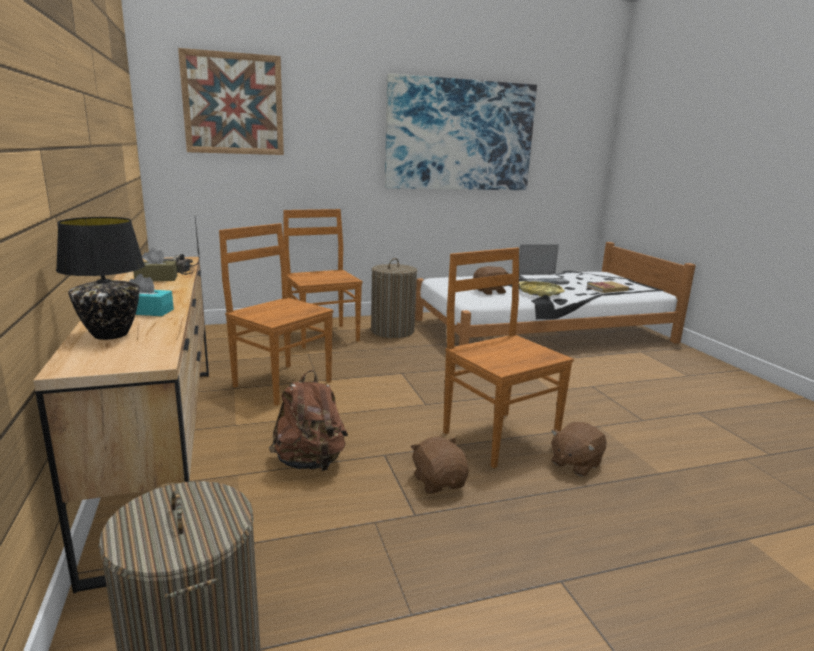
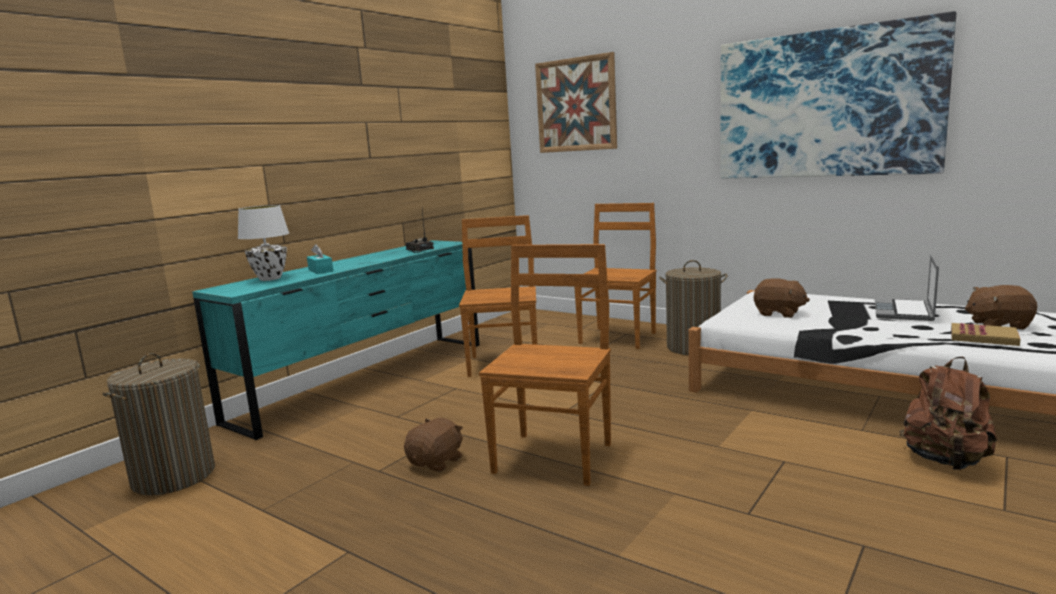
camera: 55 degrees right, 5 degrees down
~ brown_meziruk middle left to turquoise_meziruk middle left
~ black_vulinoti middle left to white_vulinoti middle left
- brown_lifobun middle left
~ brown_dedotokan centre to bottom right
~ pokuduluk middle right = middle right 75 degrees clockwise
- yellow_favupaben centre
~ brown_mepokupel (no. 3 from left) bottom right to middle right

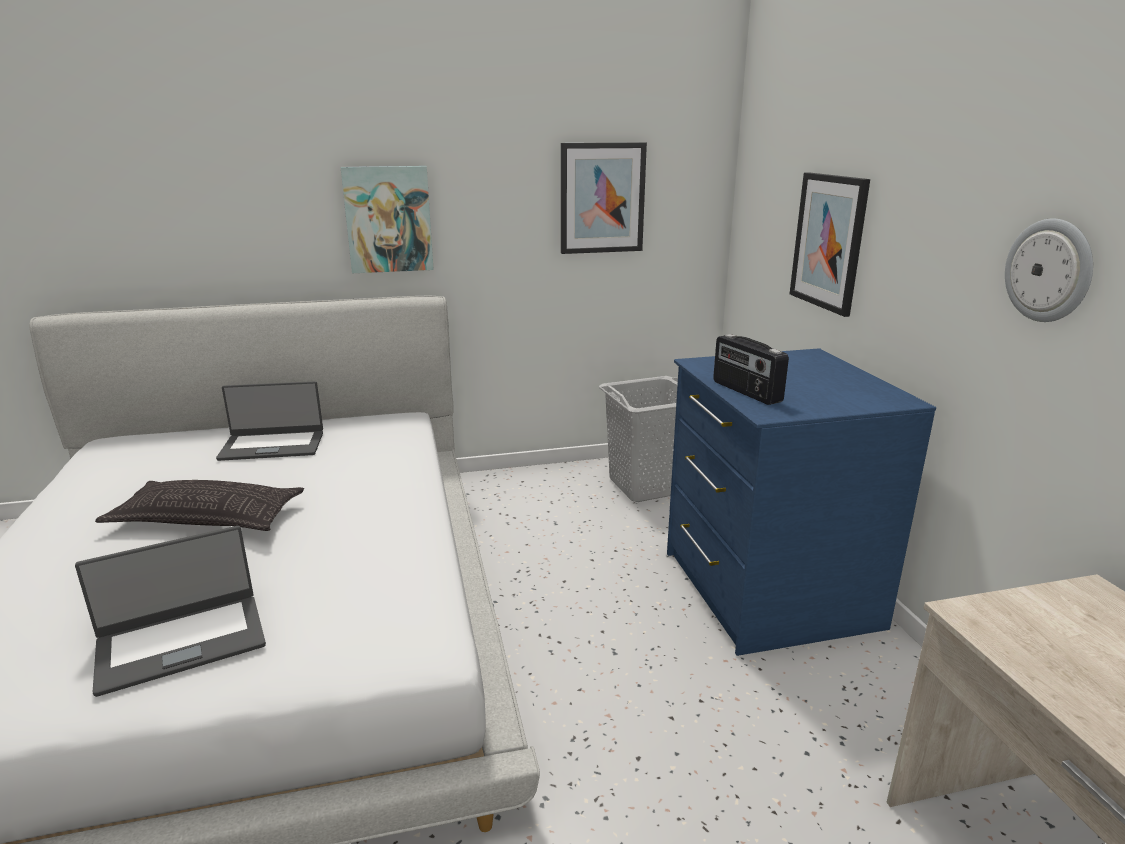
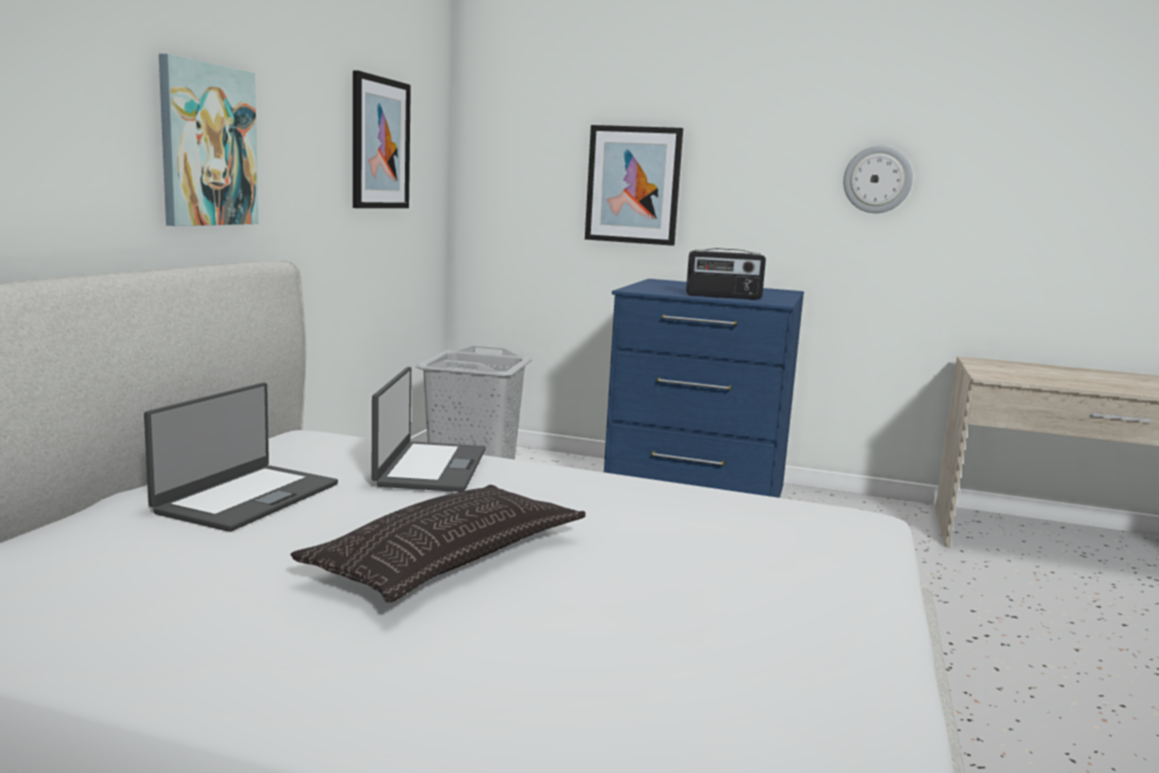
camera: 60 degrees left, 10 degrees down
~ pokuduluk (no. 1 from left in the first image) bottom left to pokuduluk (no. 2 from left) centre

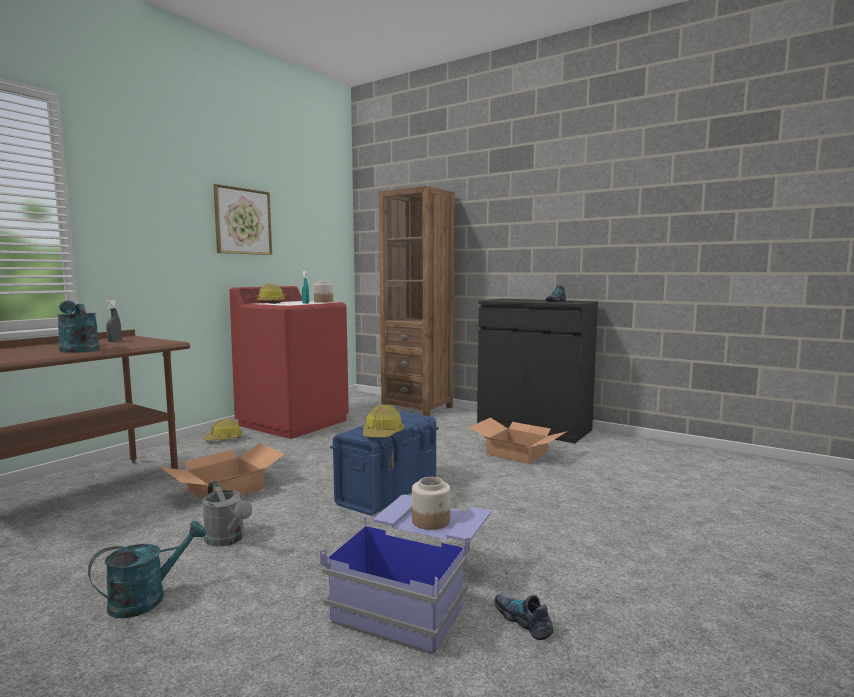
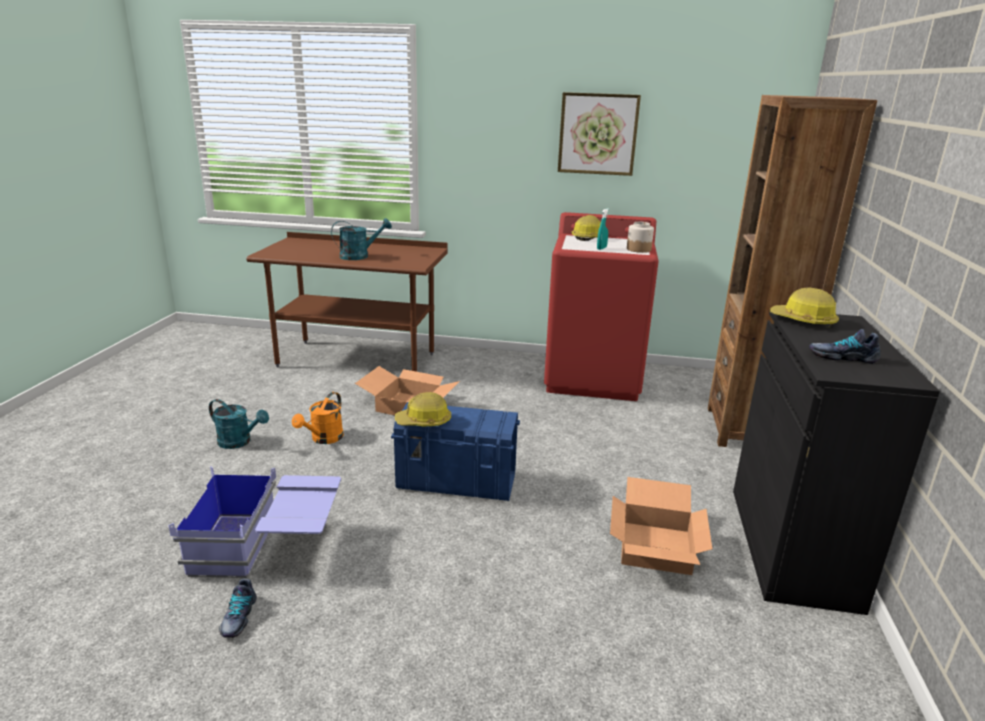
camera: 65 degrees right, 15 degrees up
~ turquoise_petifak (no. 1 from left in the first image) middle left = top centre 45 degrees clockwise
- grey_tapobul middle left
~ grey_petifak bottom left to orange_petifak middle left
~ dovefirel (no. 1 from left in the first image) middle left to dovefirel (no. 3 from left) middle right
- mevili (no. 2 from left) bottom centre
~ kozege (no. 1 from left) bottom centre = bottom left 150 degrees clockwise

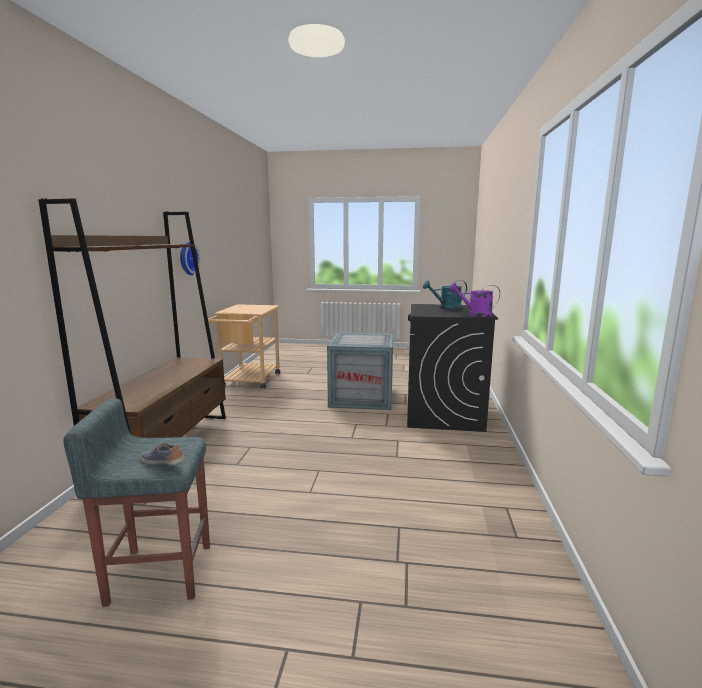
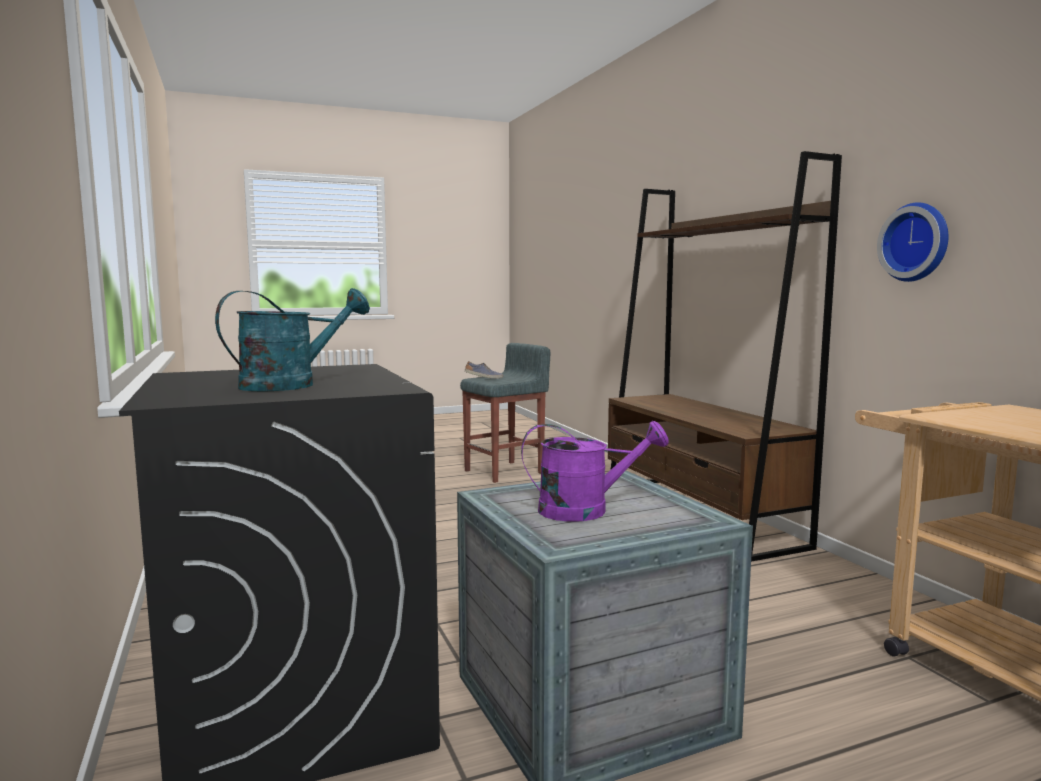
camera: 150 degrees right, 5 degrees down
~ purple_petifak middle right to centre

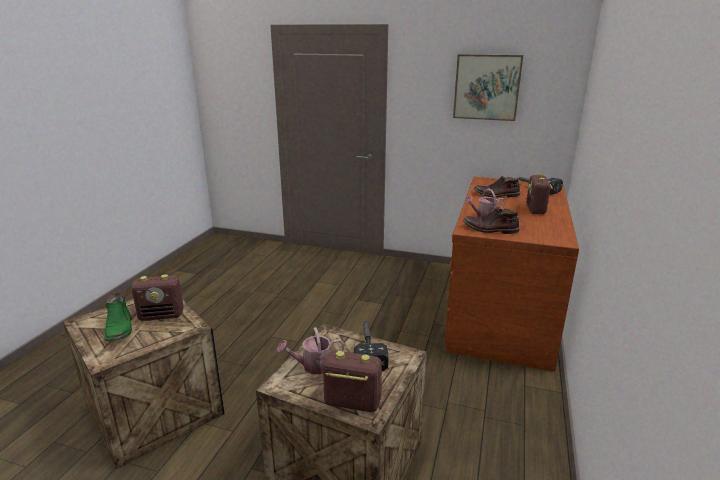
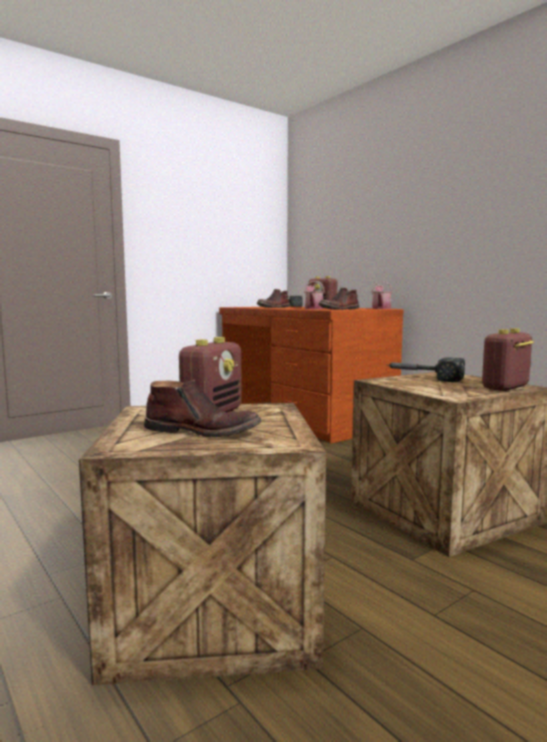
camera: 55 degrees left, 15 degrees down
~ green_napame middle left to brown_napame (no. 1 from left) centre
~ petifak (no. 1 from left in the first image) bottom centre to petifak (no. 2 from left) middle right
- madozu top right

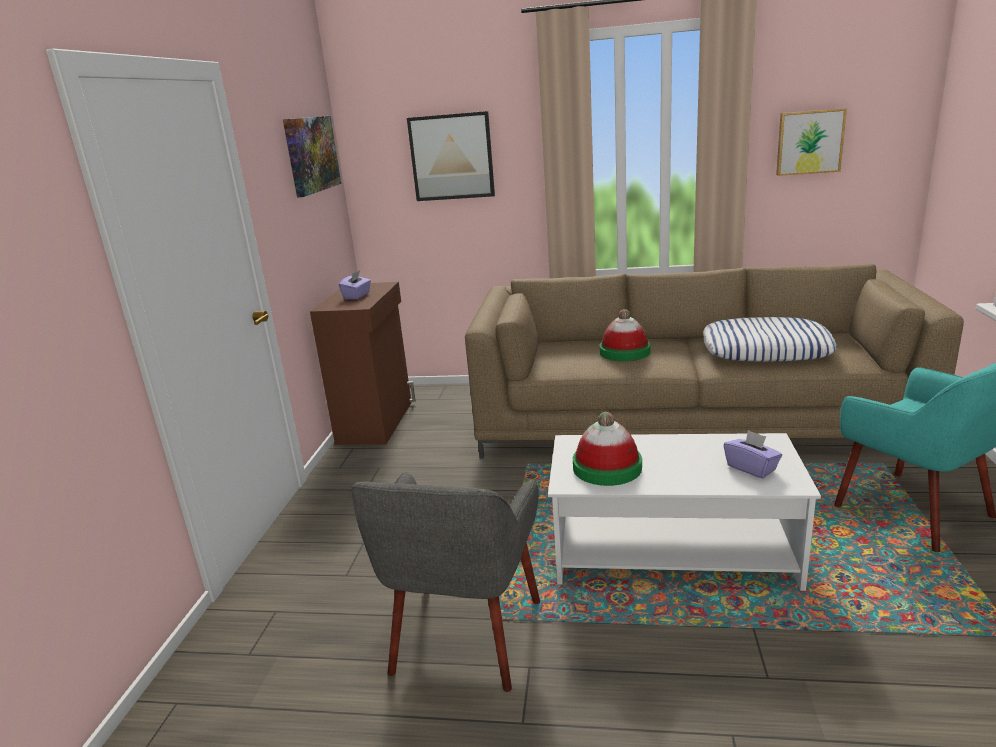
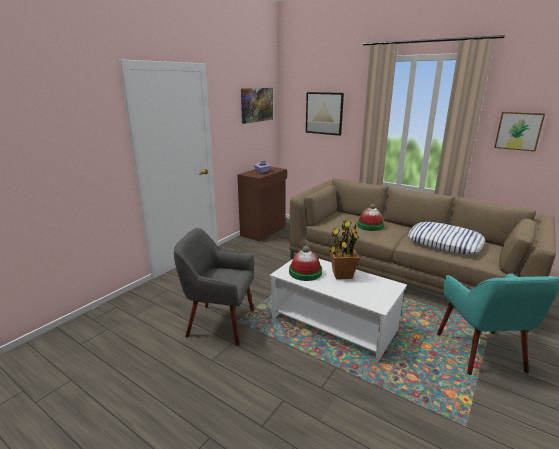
camera: 25 degrees right, 0 degrees up
~ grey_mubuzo bottom centre = centre 60 degrees clockwise
- purple_lifobun (no. 2 from left) middle right
+ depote centre

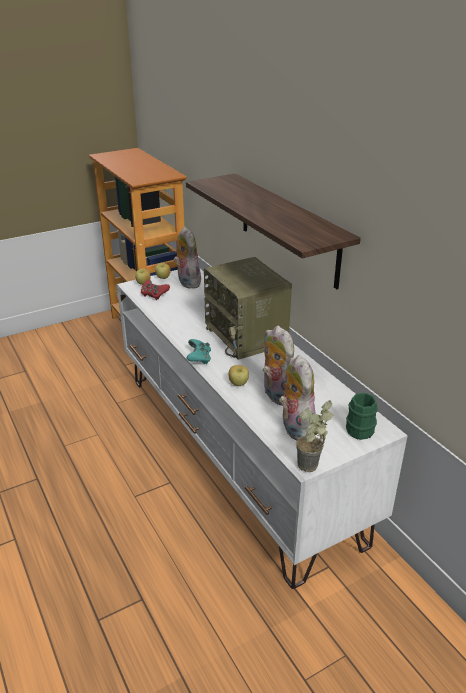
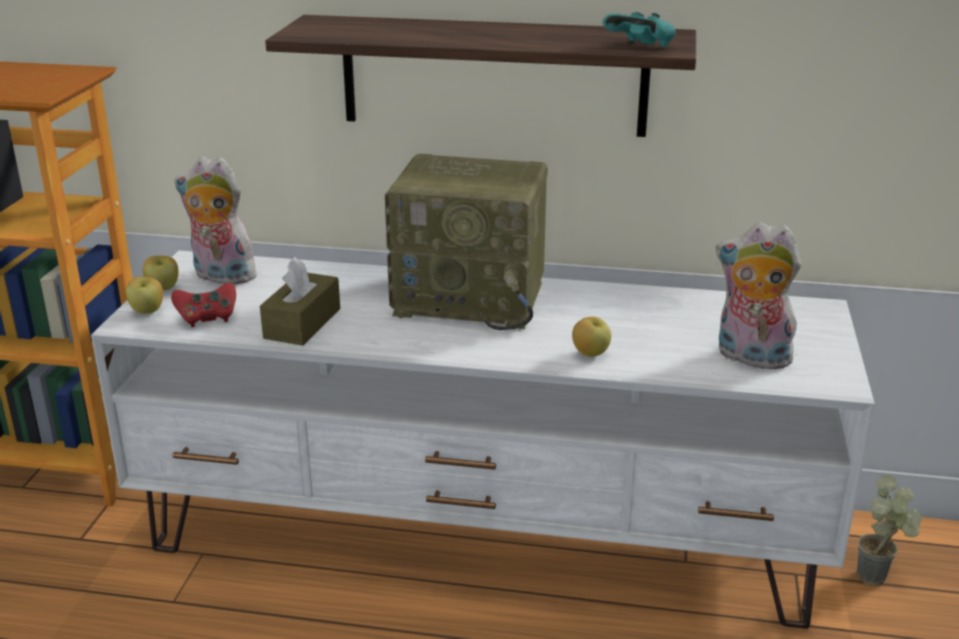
camera: 50 degrees left, 5 degrees down
~ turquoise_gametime centre to top centre
- mepokupel (no. 2 from left) centre
~ depote middle right to bottom right
- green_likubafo middle right
+ brown_lifobun middle left

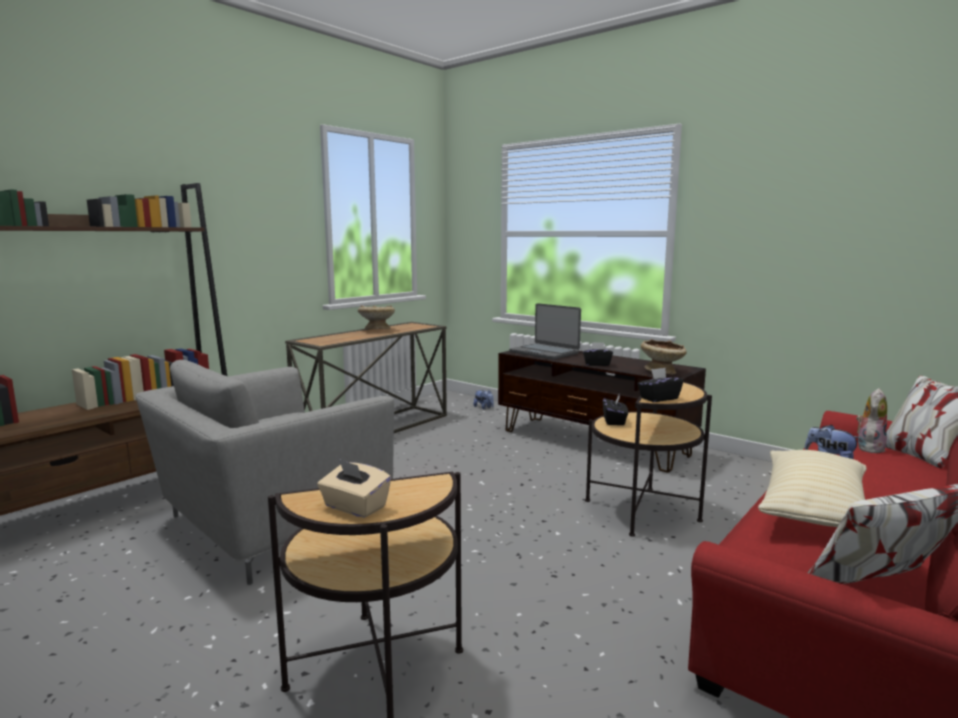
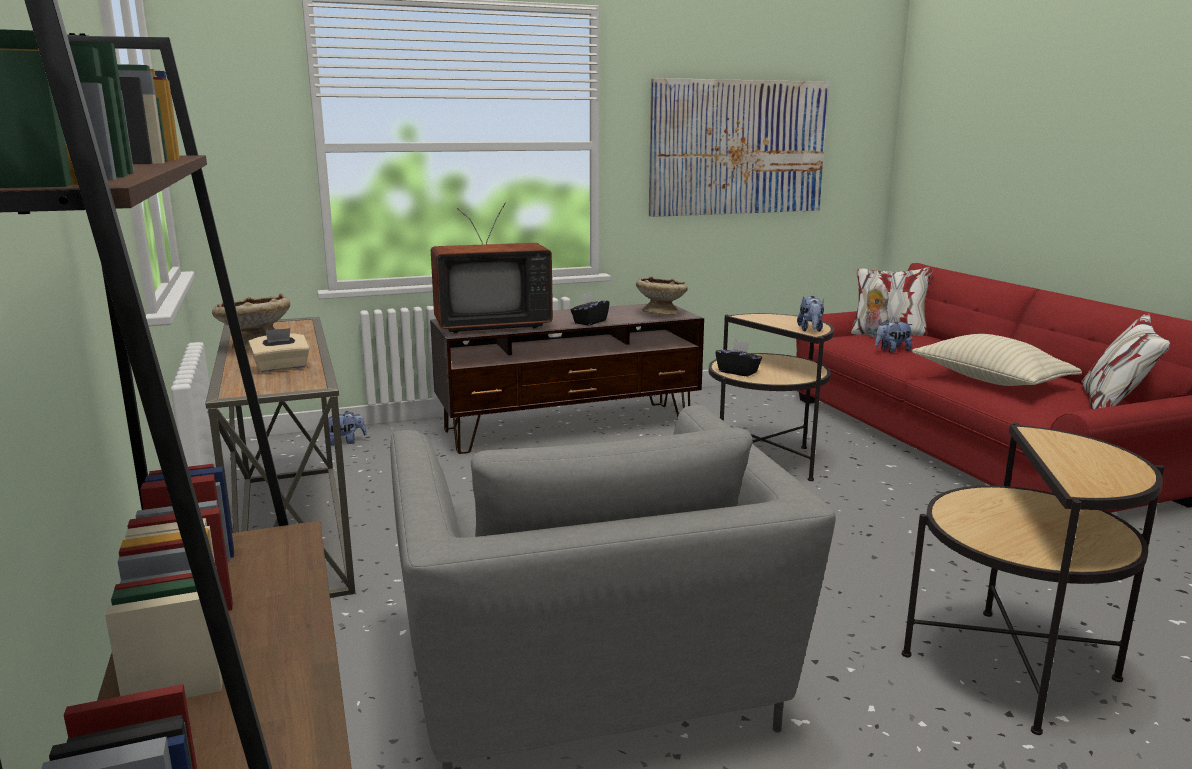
camera: 60 degrees left, 5 degrees up
~ beige_lifobun bottom centre to middle left
~ pokuduluk centre to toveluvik centre
~ black_lifobun (no. 3 from left) middle right to mepokupel (no. 2 from left) middle right
+ madozu top centre

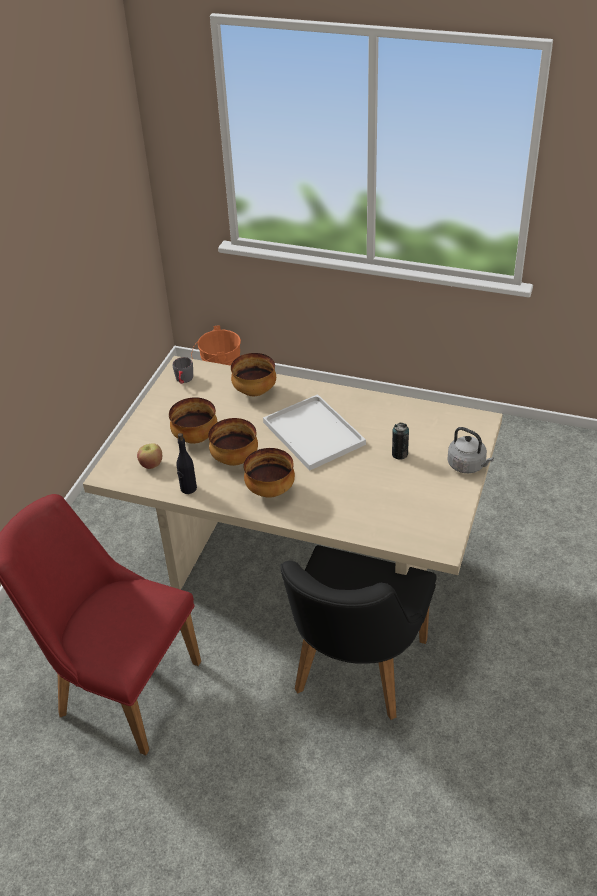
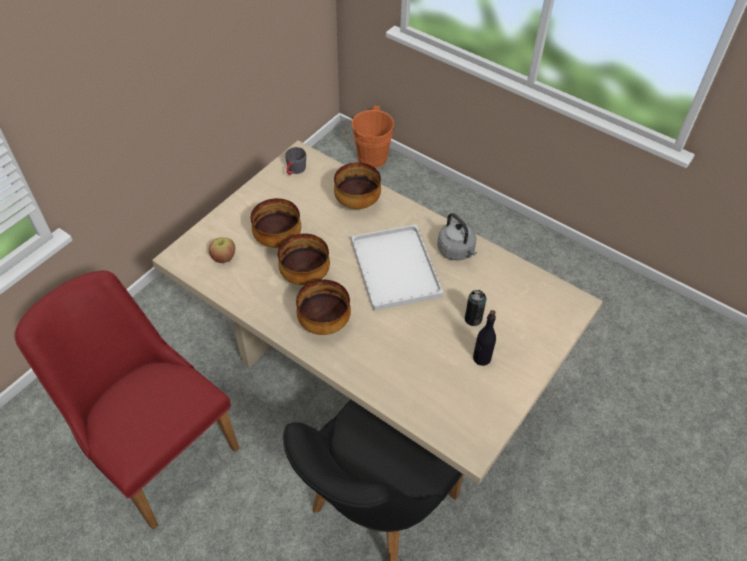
camera: 15 degrees right, 10 degrees up
~ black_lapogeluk middle left to centre
~ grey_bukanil middle right to centre

